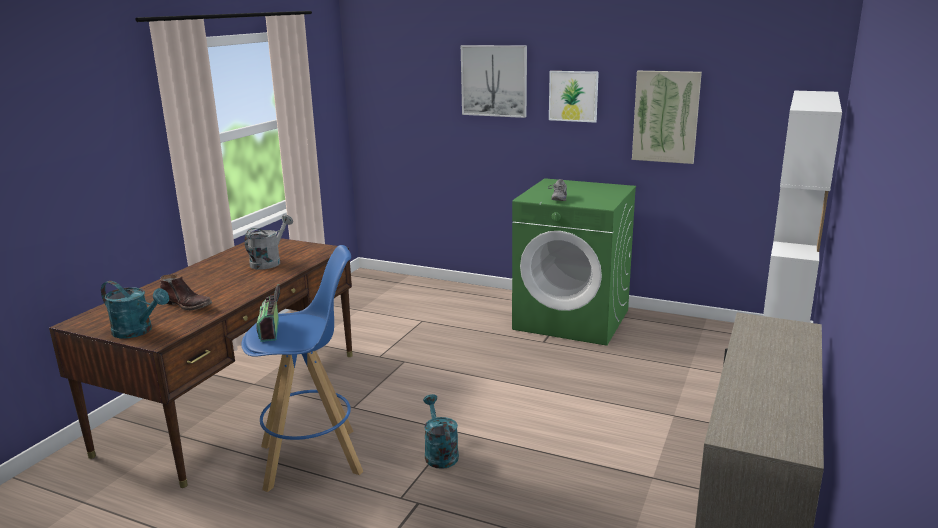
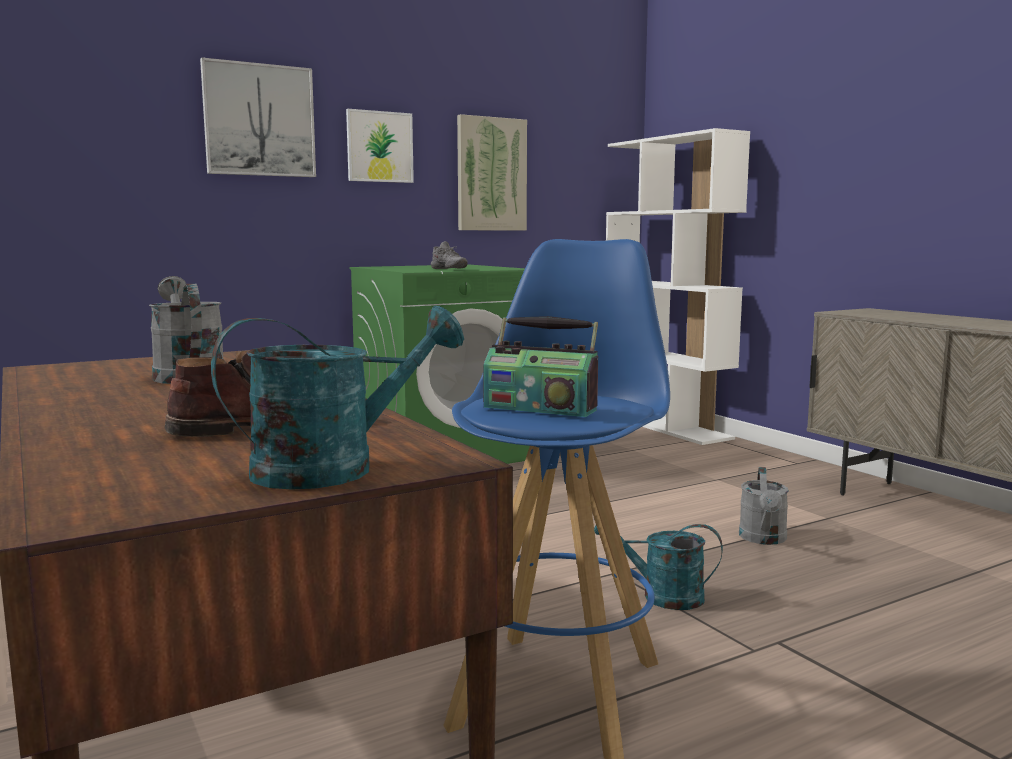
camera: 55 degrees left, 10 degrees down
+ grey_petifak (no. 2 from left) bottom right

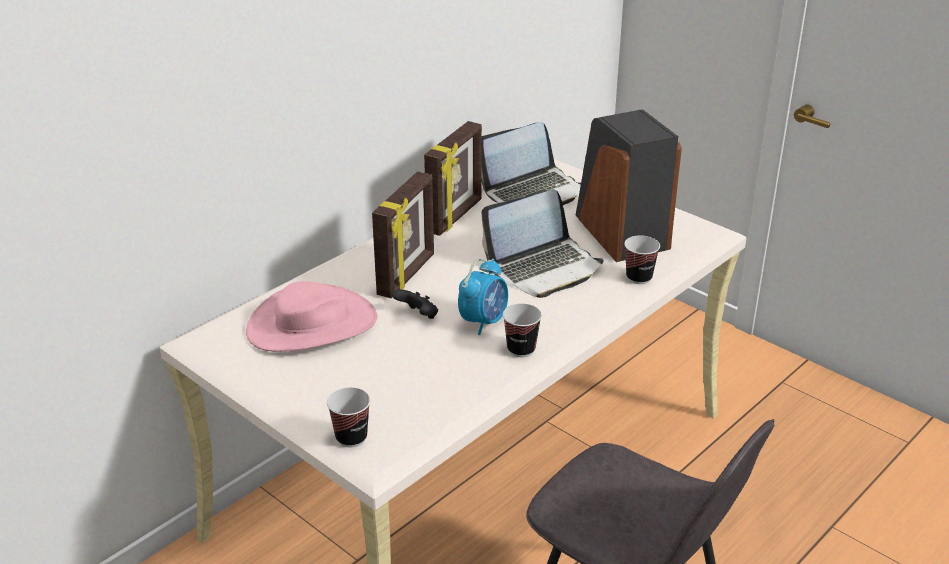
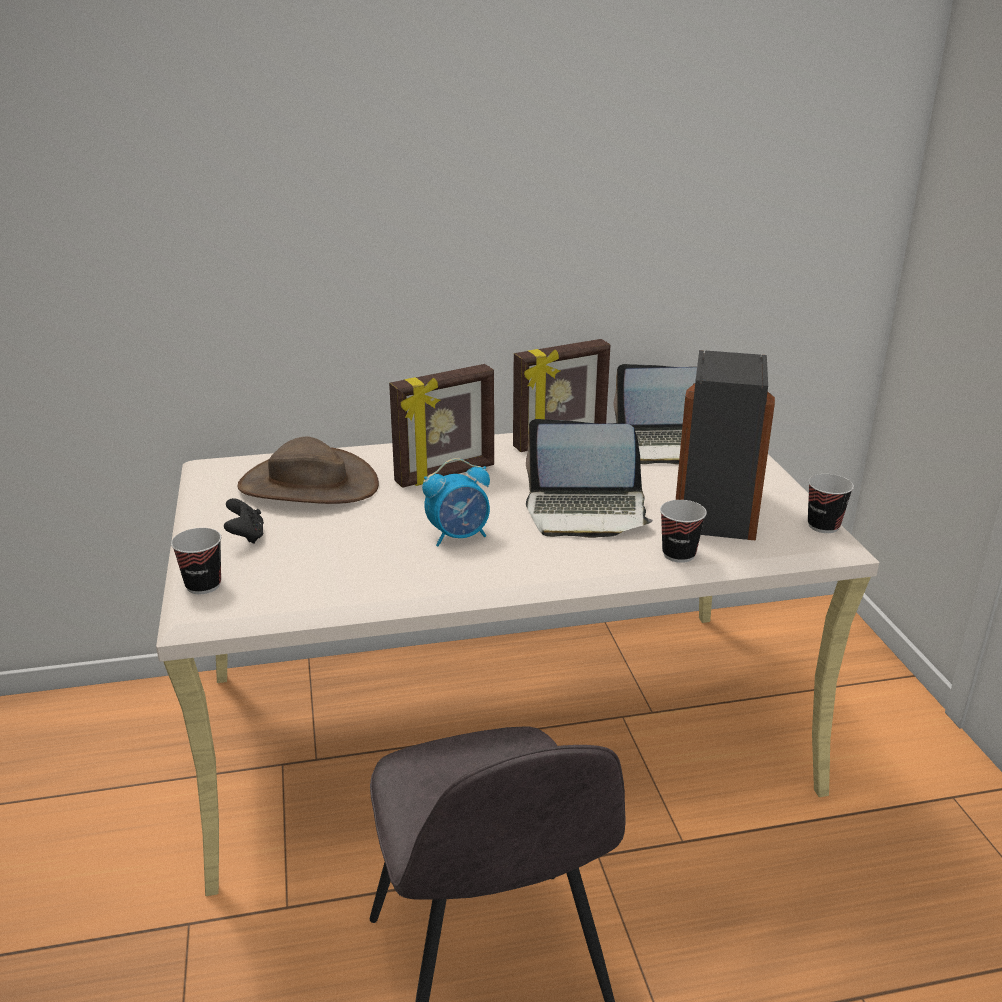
camera: 35 degrees right, 5 degrees down
~ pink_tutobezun middle left to brown_tutobezun middle left
~ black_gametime centre to middle left
~ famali (no. 2 from left in the first image) centre to famali (no. 3 from left) middle right

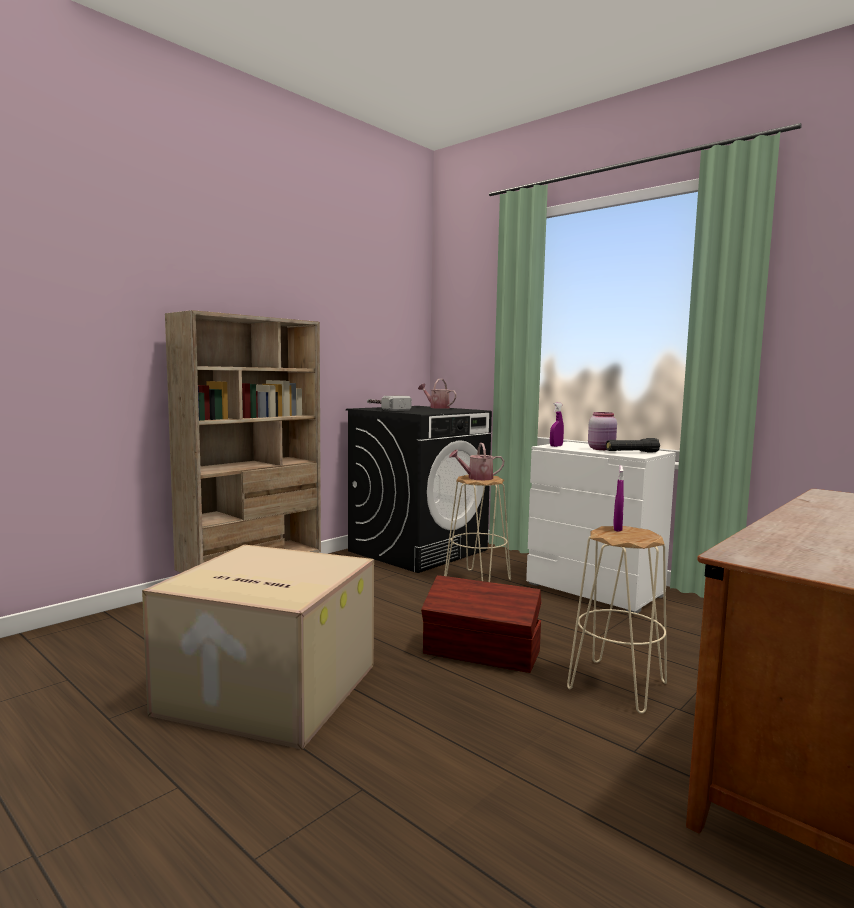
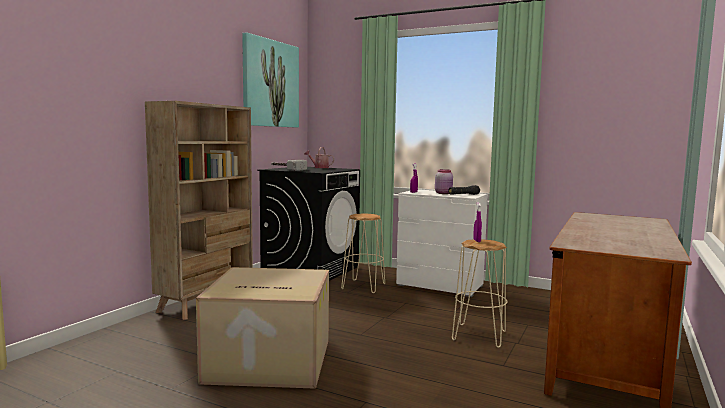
camera: 15 degrees left, 0 degrees up
- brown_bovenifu bottom centre
- petifak (no. 2 from left) centre
+ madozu top centre

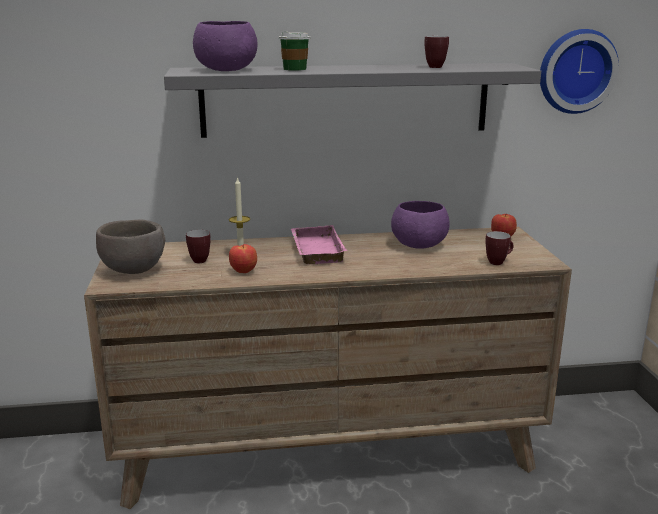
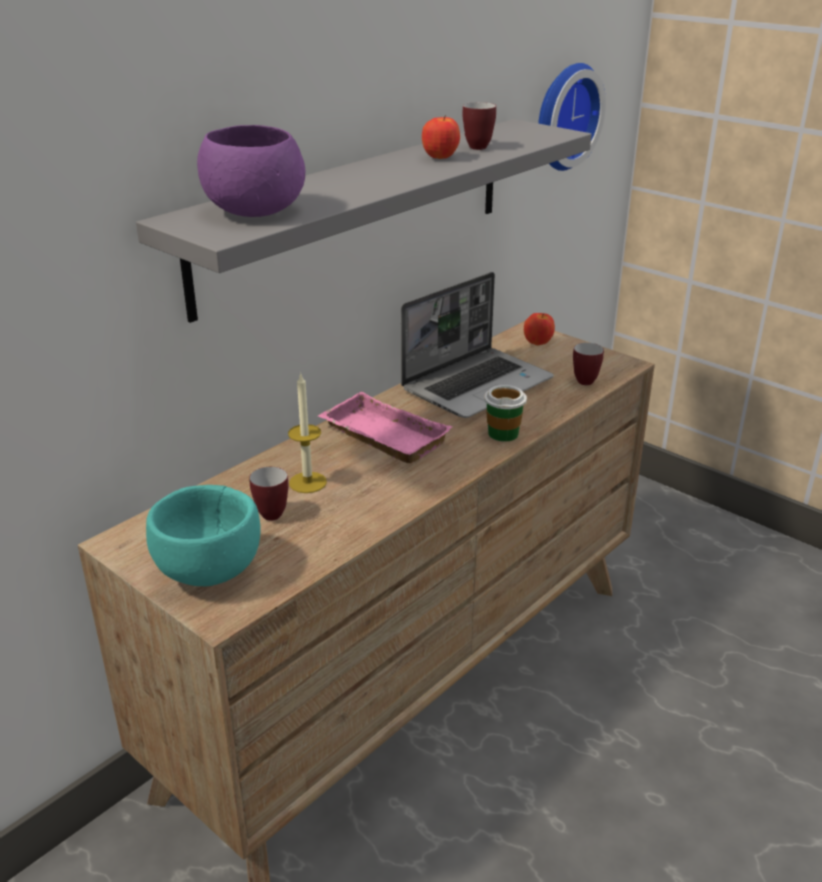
camera: 40 degrees left, 10 degrees up
~ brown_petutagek middle left to turquoise_petutagek middle left
~ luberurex (no. 1 from left) centre to top centre
~ famali top centre to centre
~ purple_petutagek (no. 2 from left) centre to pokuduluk centre

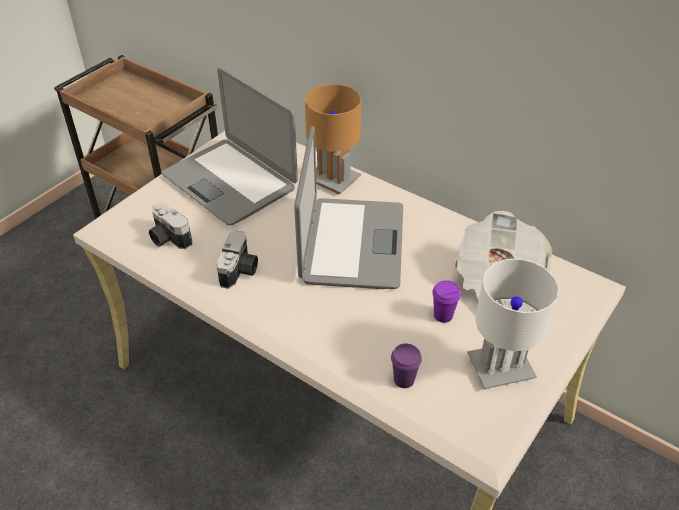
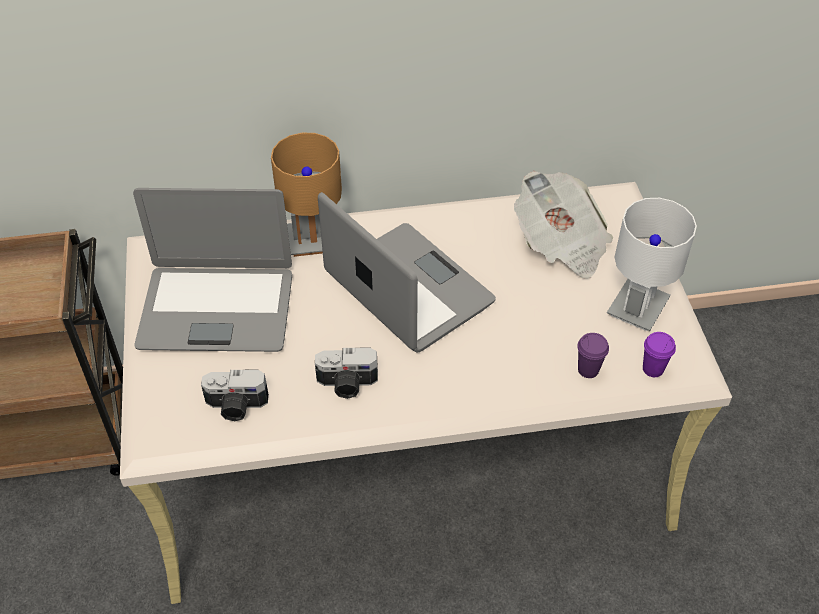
camera: 45 degrees left, 5 degrees up
~ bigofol (no. 2 from left) centre = centre 120 degrees clockwise
~ purple_famali (no. 2 from left) centre to middle right

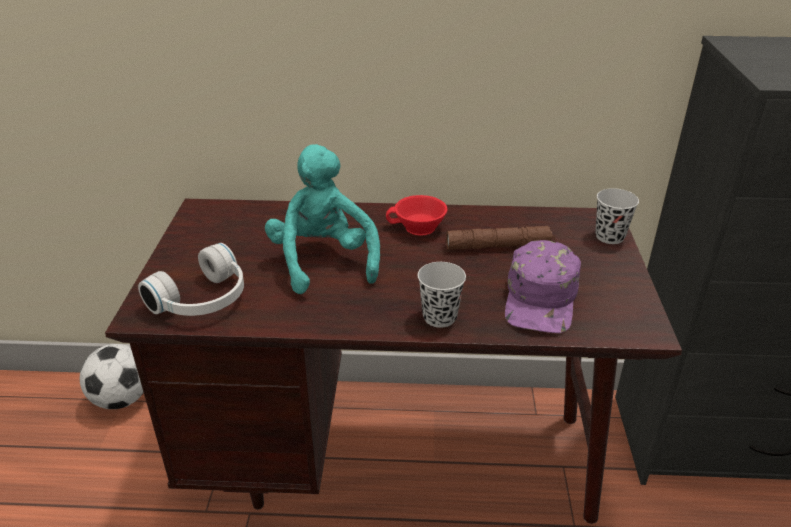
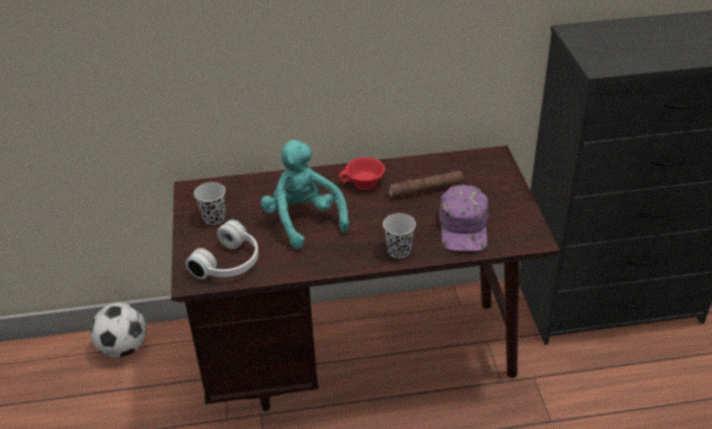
camera: 10 degrees left, 5 degrees up
~ black_famali (no. 2 from left in the first image) middle right to black_famali (no. 1 from left) middle left

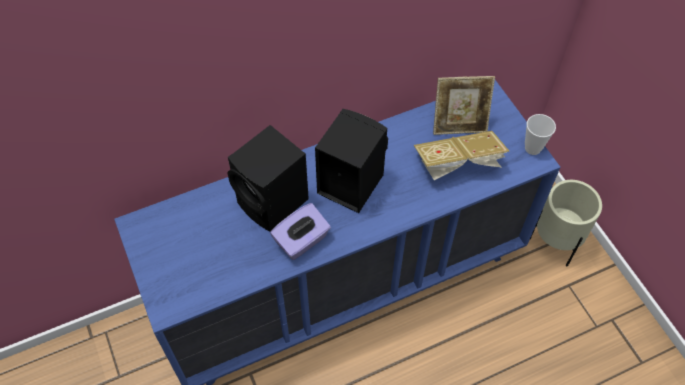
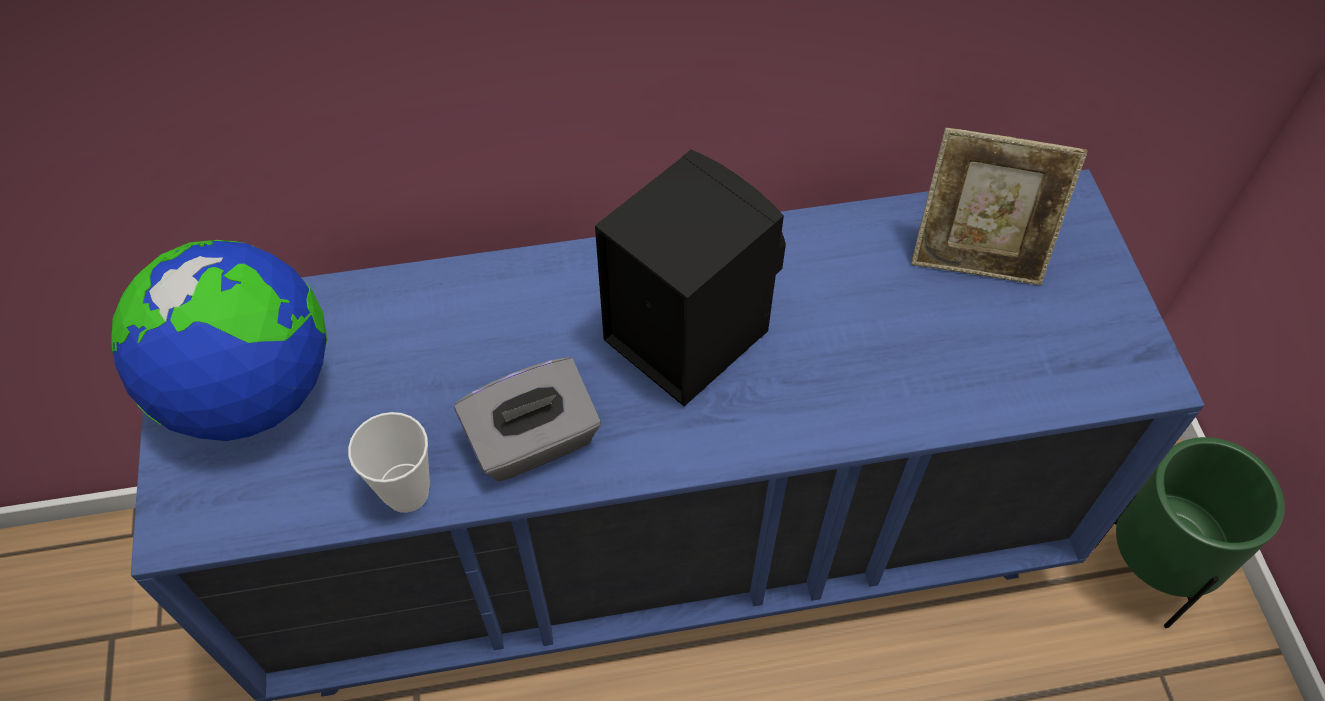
camera: 15 degrees right, 0 degrees up
- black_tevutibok (no. 1 from left) centre
~ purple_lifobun centre to grey_lifobun centre
- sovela middle right
~ famali middle right to middle left
~ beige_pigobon middle right to green_pigobon bottom right
+ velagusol middle left

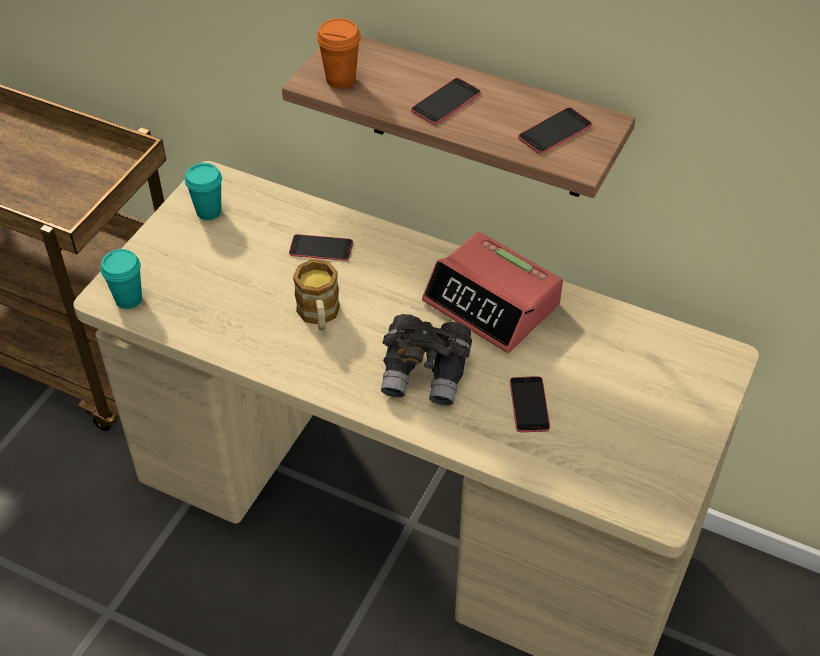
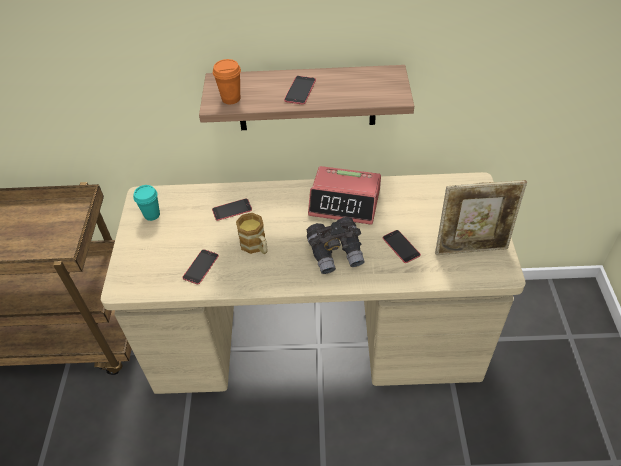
camera: 25 degrees left, 0 degrees up
- turquoise_famali (no. 1 from left) middle left
~ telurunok (no. 4 from left in the first image) top right to telurunok (no. 1 from left) middle left
+ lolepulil middle right

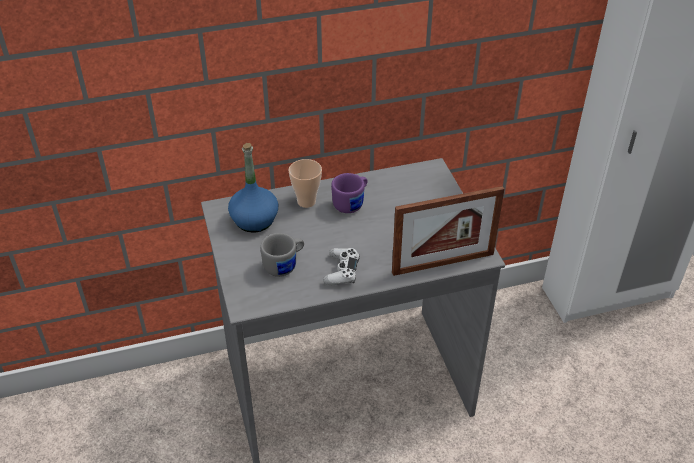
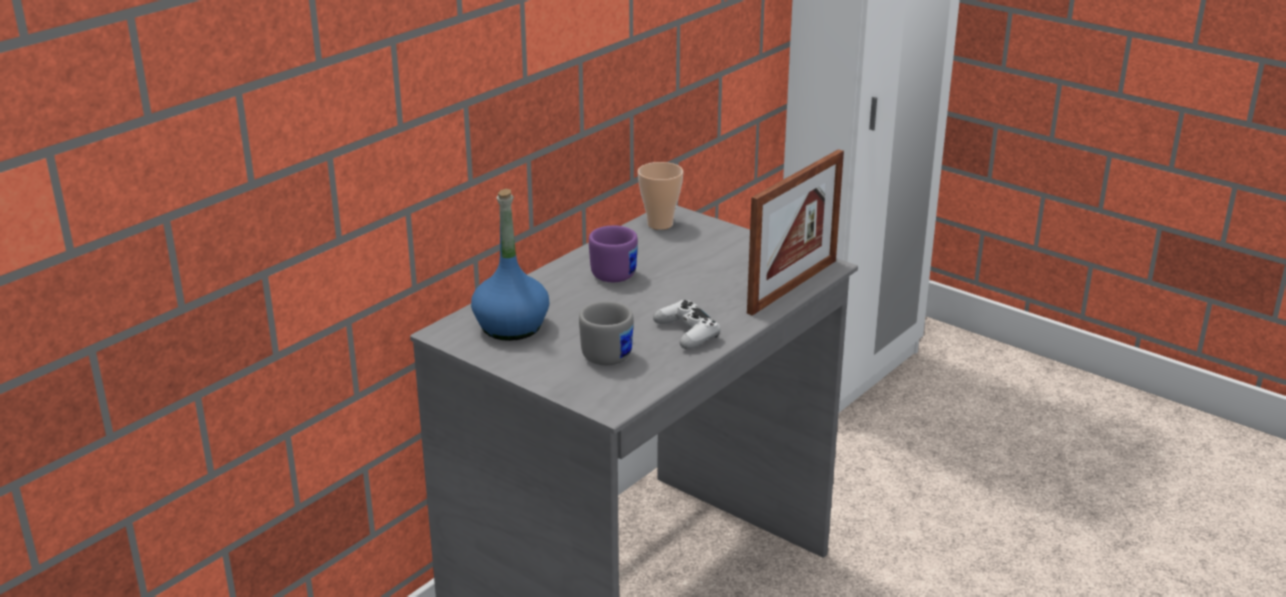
camera: 35 degrees left, 15 degrees down
~ famali centre to top centre

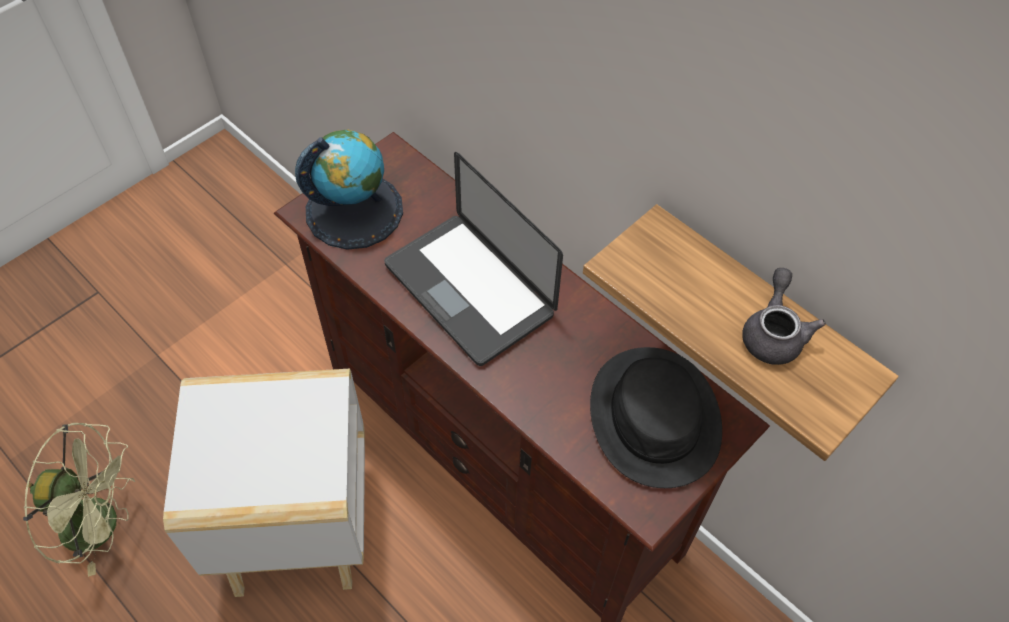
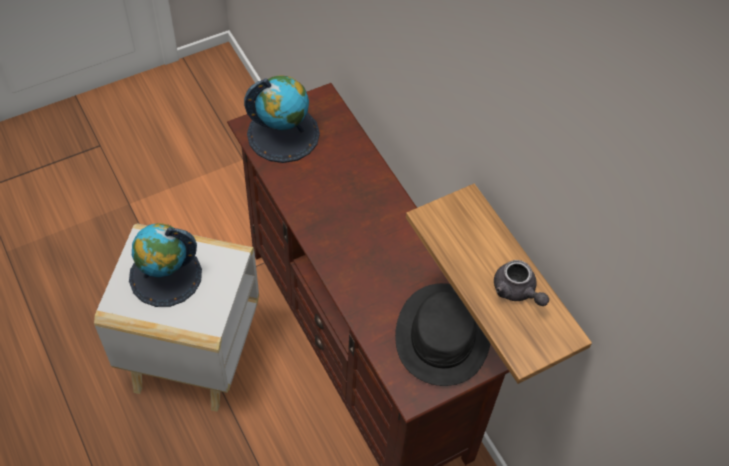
camera: 15 degrees right, 0 degrees up
- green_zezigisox bottom left
- pokuduluk centre
~ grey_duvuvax middle right = middle right 120 degrees clockwise
+ velagusol (no. 1 from left) middle left

